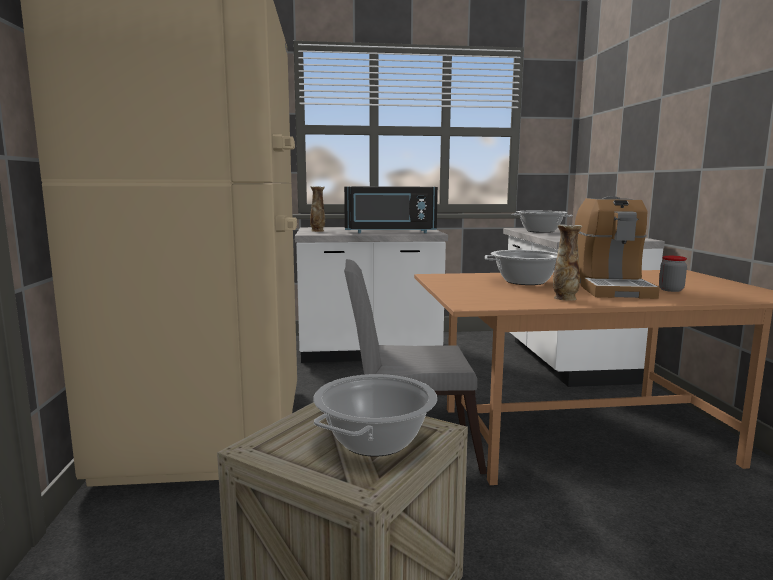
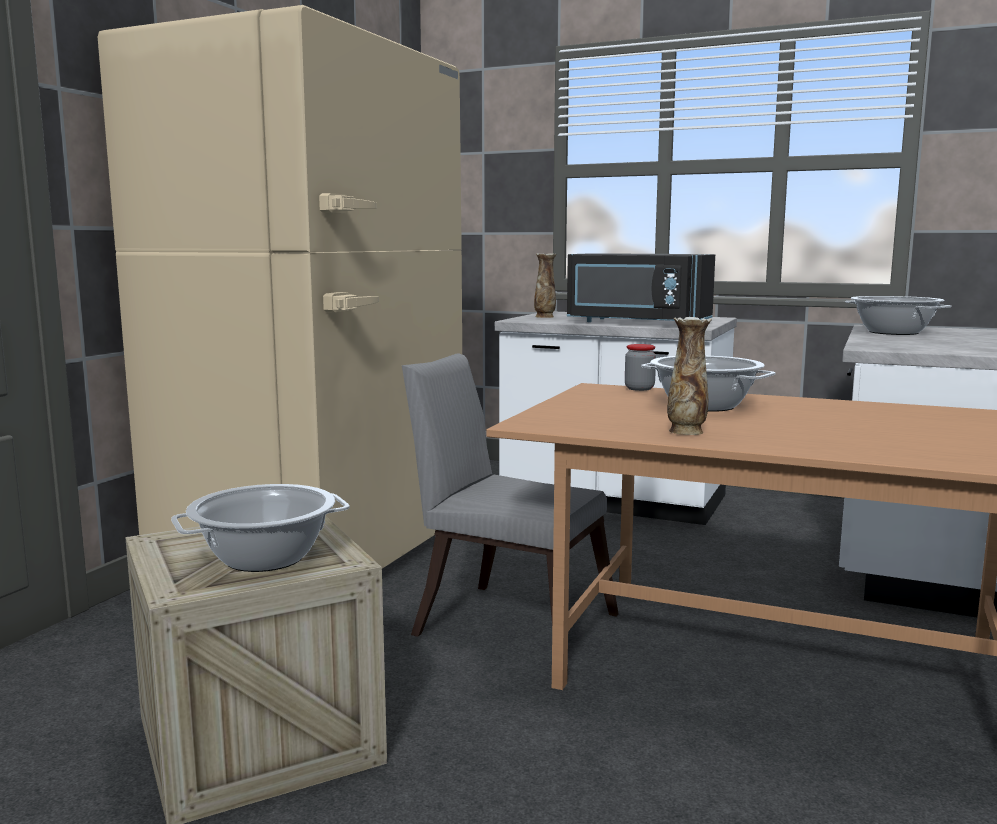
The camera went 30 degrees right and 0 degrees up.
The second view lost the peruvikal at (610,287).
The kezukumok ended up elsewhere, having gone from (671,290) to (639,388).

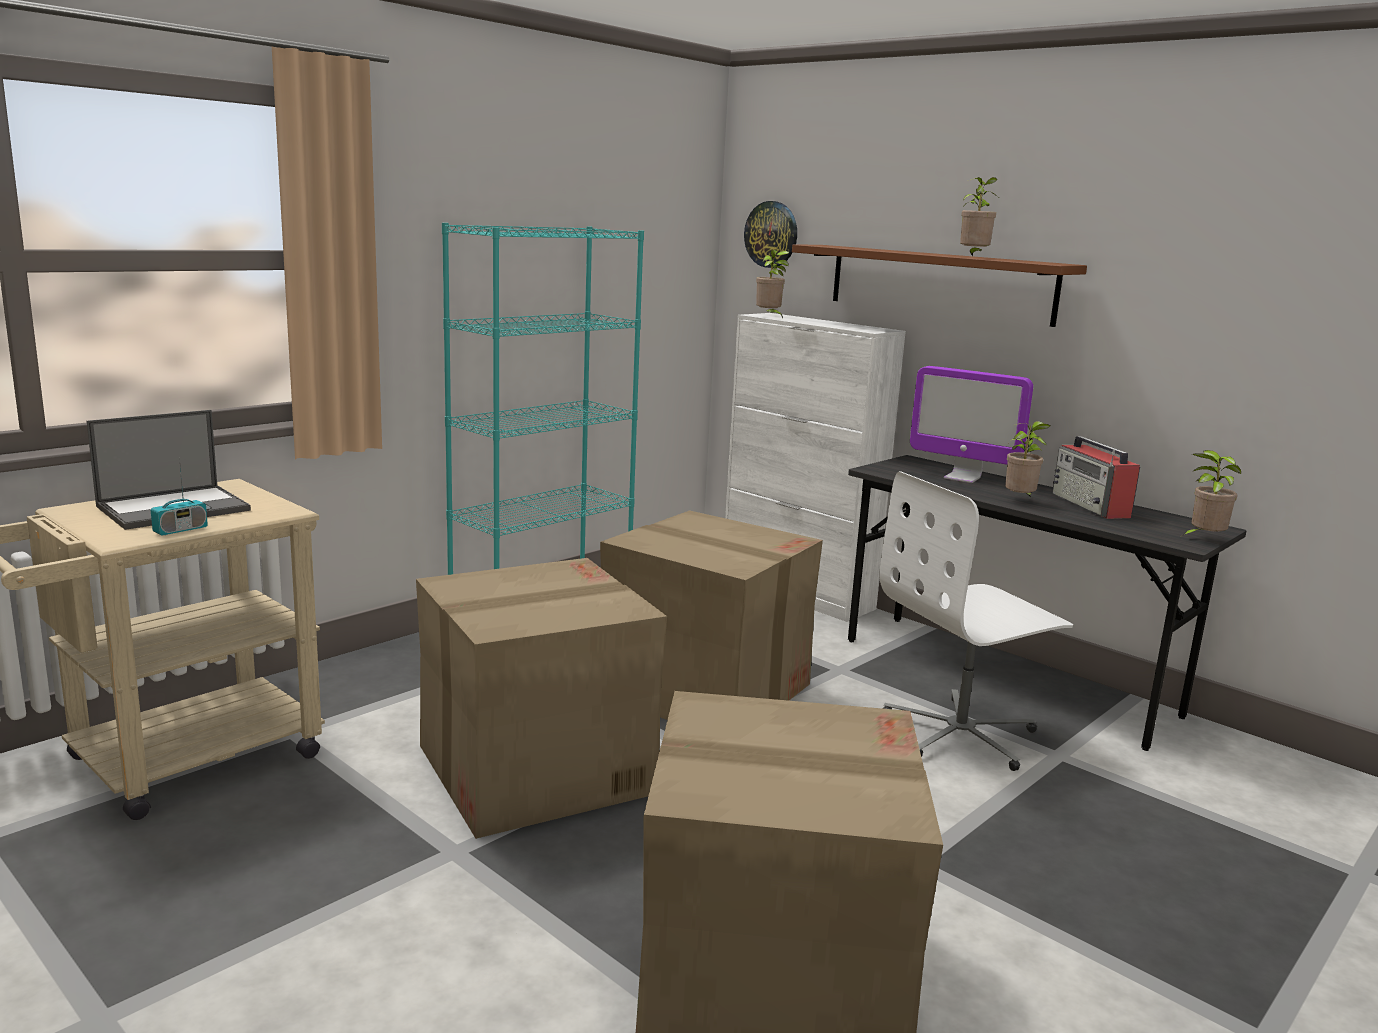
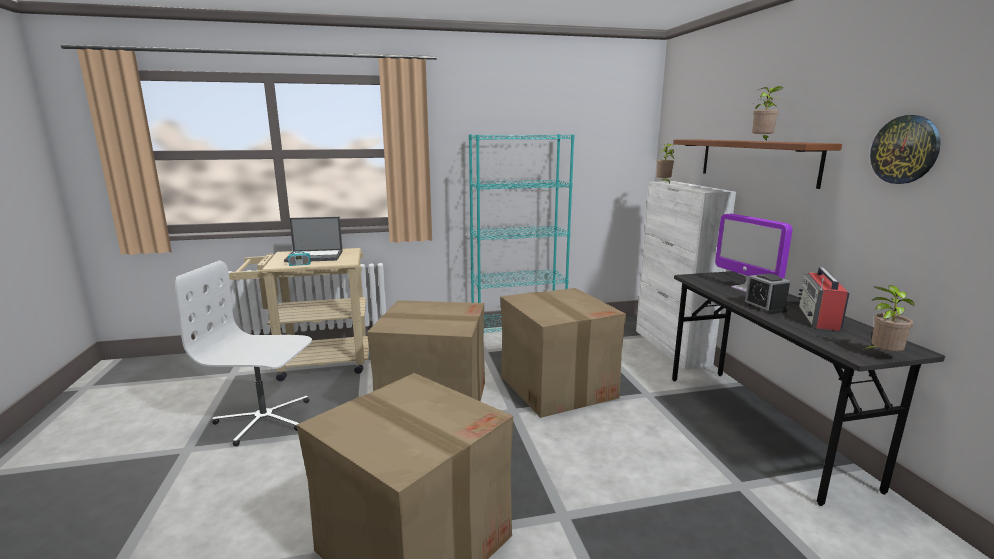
The camera went 35 degrees right and 0 degrees up.
The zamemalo ended up elsewhere, having gone from (771,234) to (905,150).
The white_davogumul ended up elsewhere, having gone from (961,734) to (264,419).
Where the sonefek stood at (1020,500), the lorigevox came to stand at (764,307).

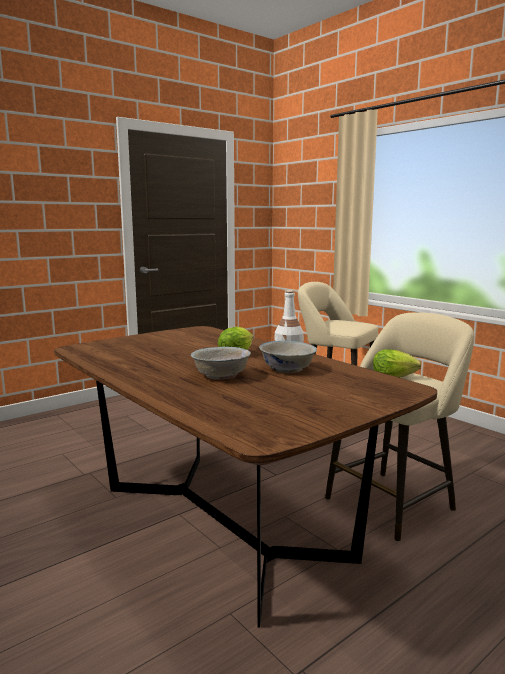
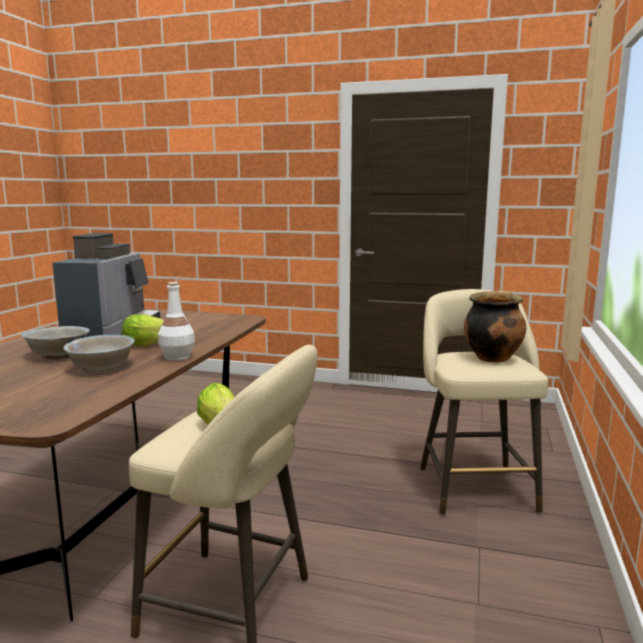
The camera went 55 degrees right and 0 degrees up.
The second view gained the peruvikal at (112,332).
The second view gained the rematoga at (492,358).

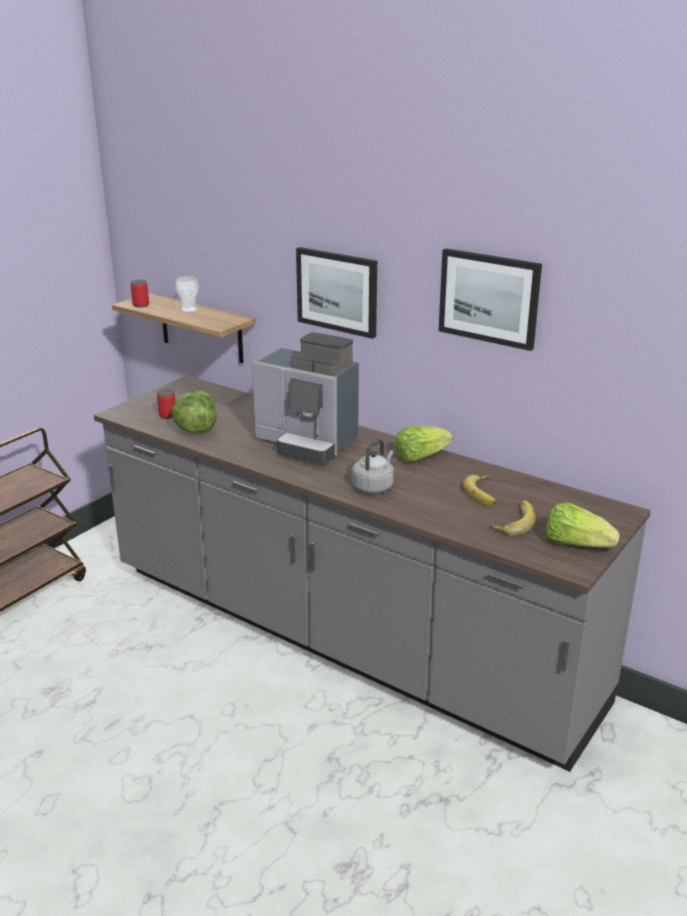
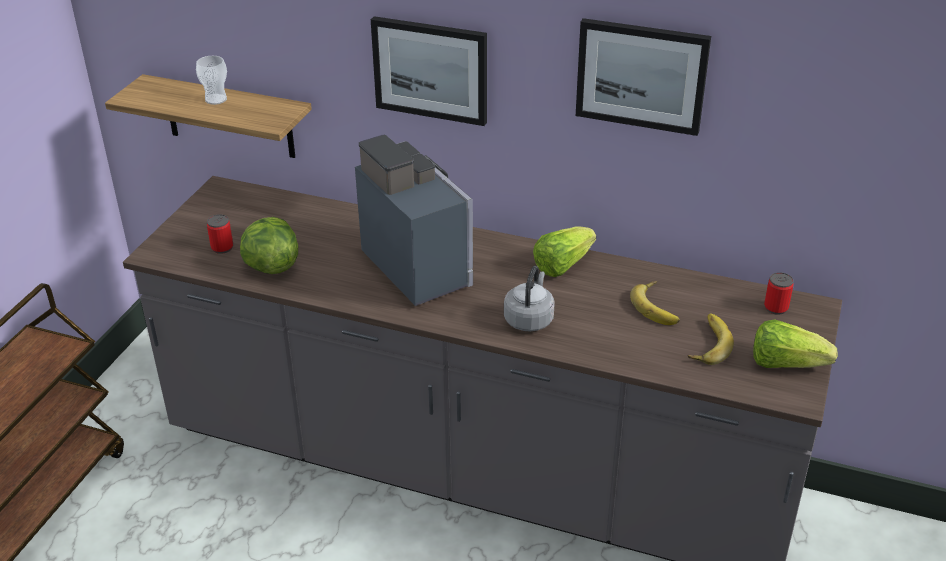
The camera went 15 degrees left and 10 degrees up.
The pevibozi ended up elsewhere, having gone from (141,305) to (776,308).
The peruvikal at (307,443) ended up facing another way, 135 degrees counterclockwise from before.

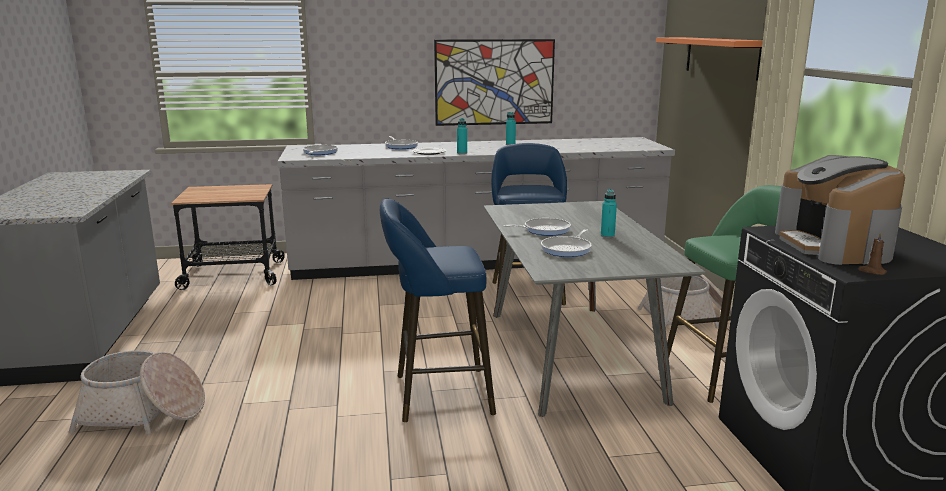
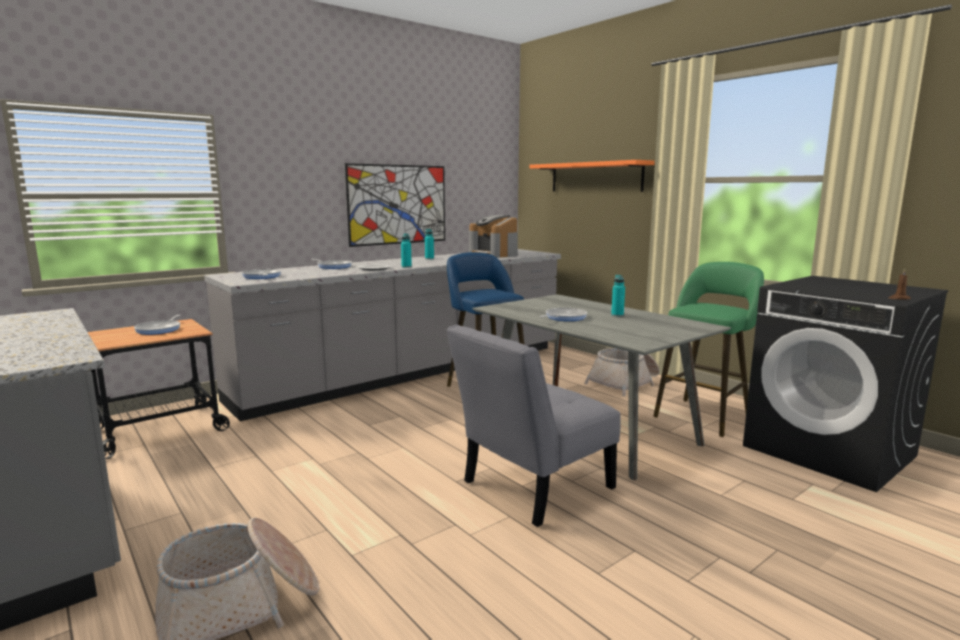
The camera went 30 degrees left and 5 degrees down.
Where the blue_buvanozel stood at (436,395), the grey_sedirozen came to stand at (531,488).
The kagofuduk ended up elsewhere, having gone from (567,249) to (160,329).
The peruvikal ended up elsewhere, having gone from (833,246) to (494,254).

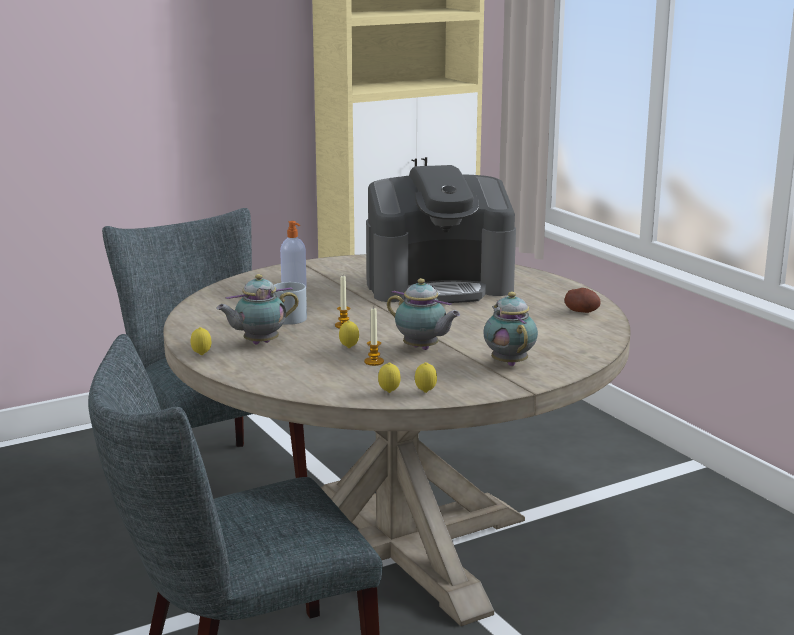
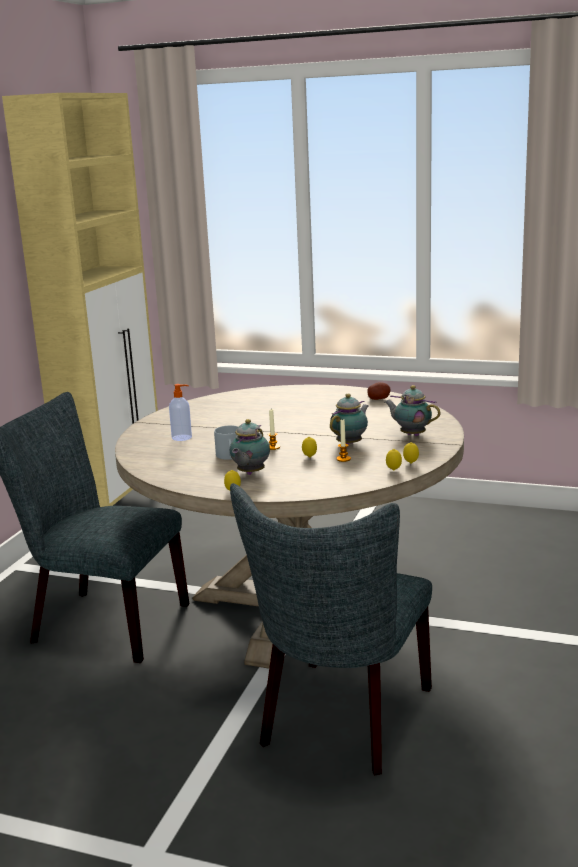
The camera went 40 degrees left and 0 degrees up.
The second view lost the peruvikal at (439,285).
The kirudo at (422,349) ended up facing another way, 45 degrees counterclockwise from before.

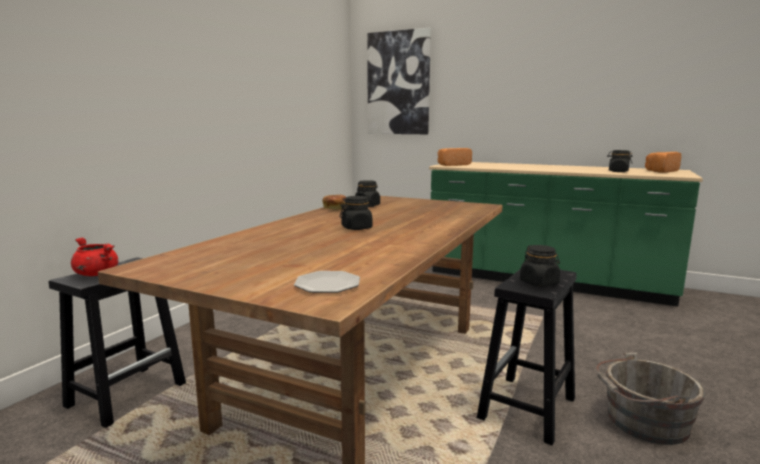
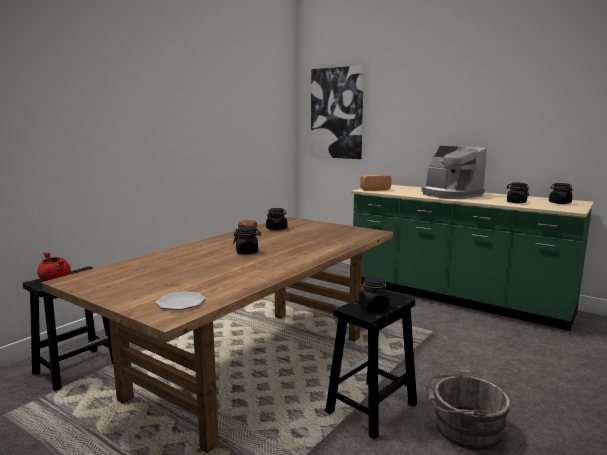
The camera went 10 degrees right and 0 degrees up.
Where the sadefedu stood at (660,171), the black_kezukumok came to stand at (559,203).
The second view gained the peruvikal at (449,194).

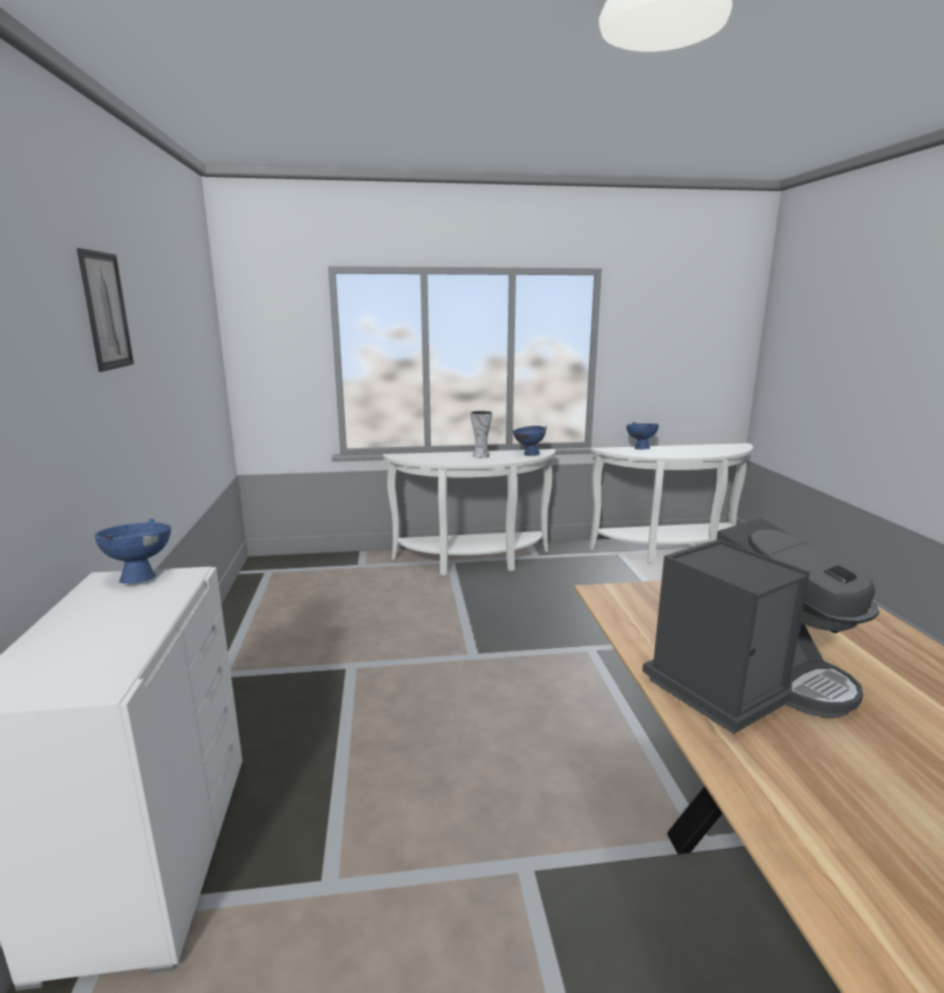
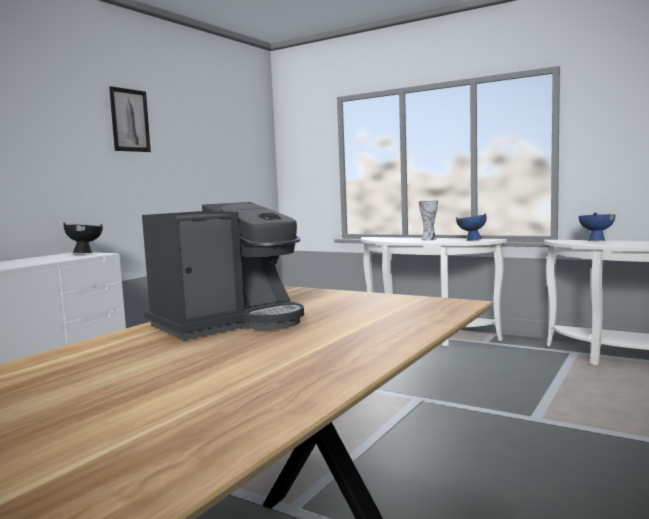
The camera went 40 degrees right and 10 degrees down.
What was the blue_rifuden at (142,576) turned into the black_rifuden at (86,253).
The peruvikal at (747,684) ended up facing another way, 45 degrees counterclockwise from before.

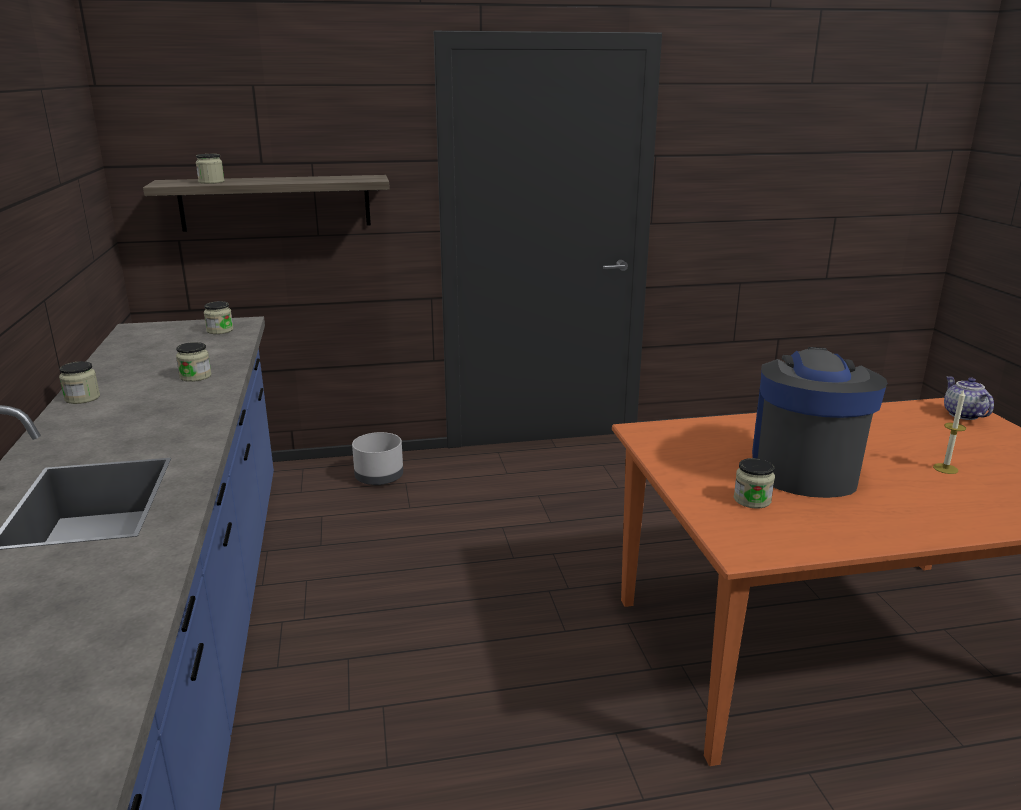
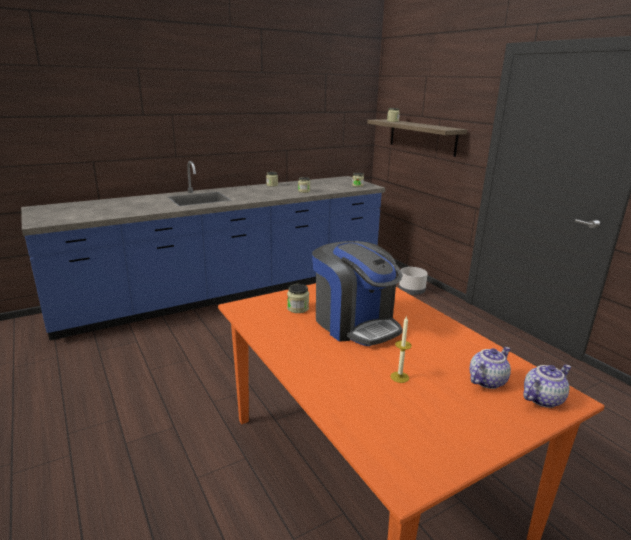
The camera went 70 degrees right and 0 degrees up.
The peruvikal at (804,467) ended up facing another way, 60 degrees clockwise from before.
The second view gained the kirudo at (486,380).

